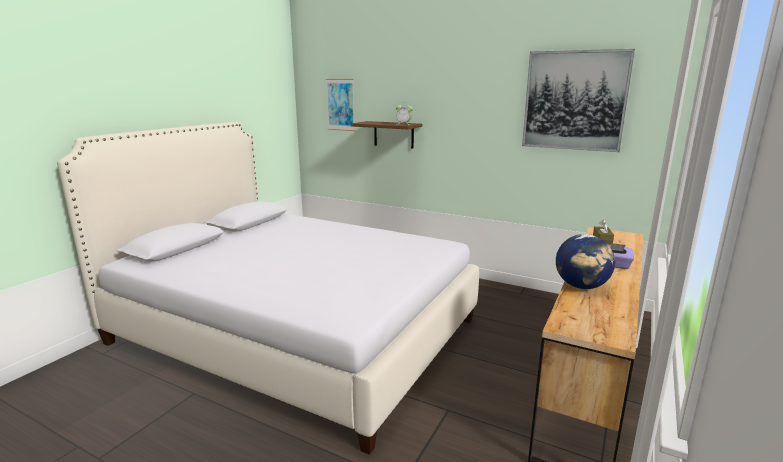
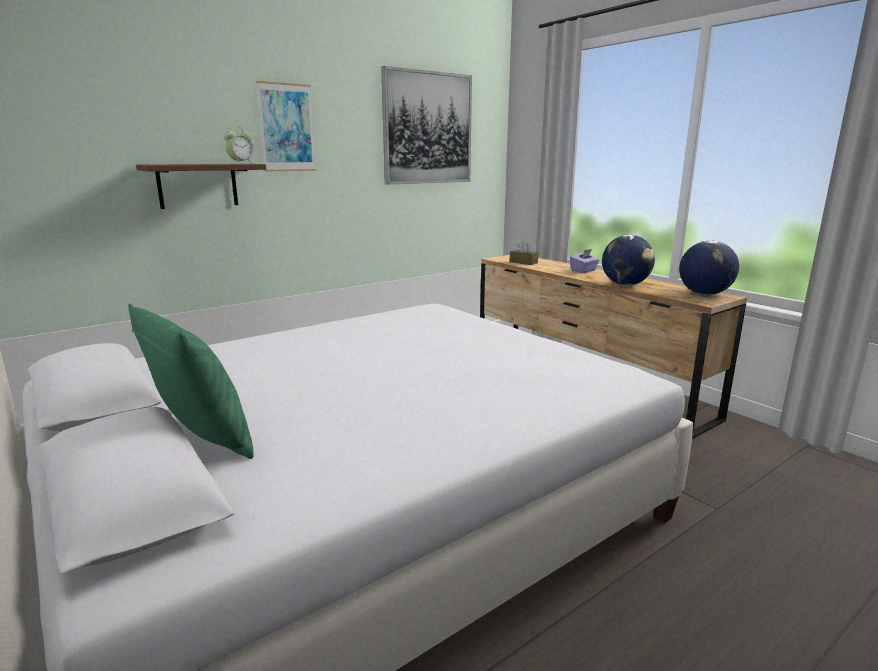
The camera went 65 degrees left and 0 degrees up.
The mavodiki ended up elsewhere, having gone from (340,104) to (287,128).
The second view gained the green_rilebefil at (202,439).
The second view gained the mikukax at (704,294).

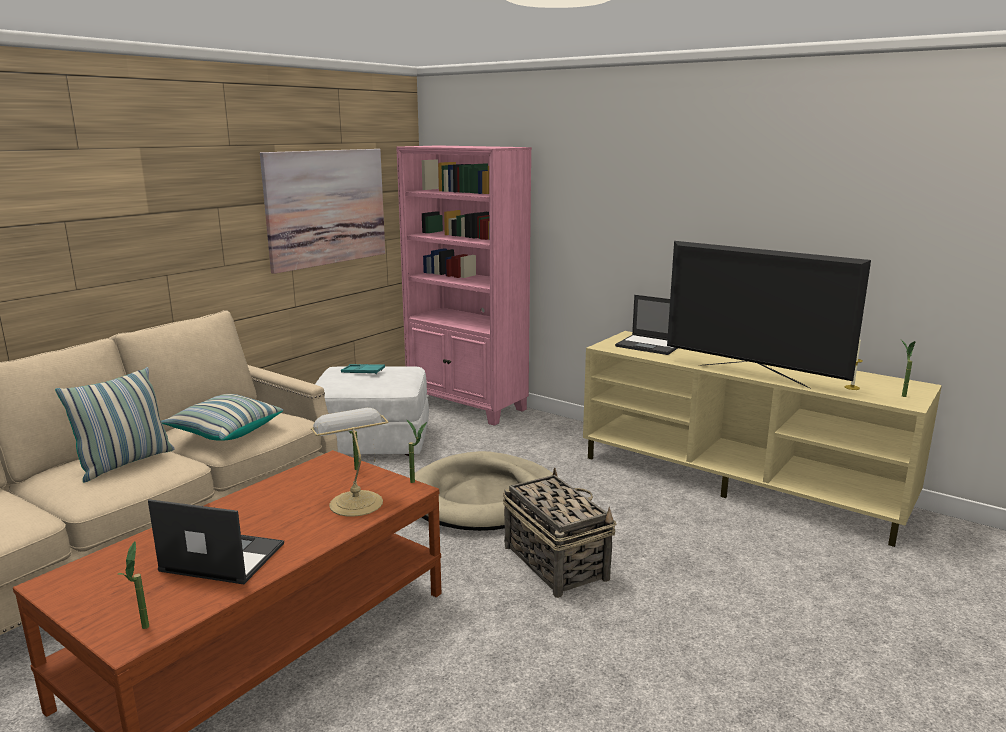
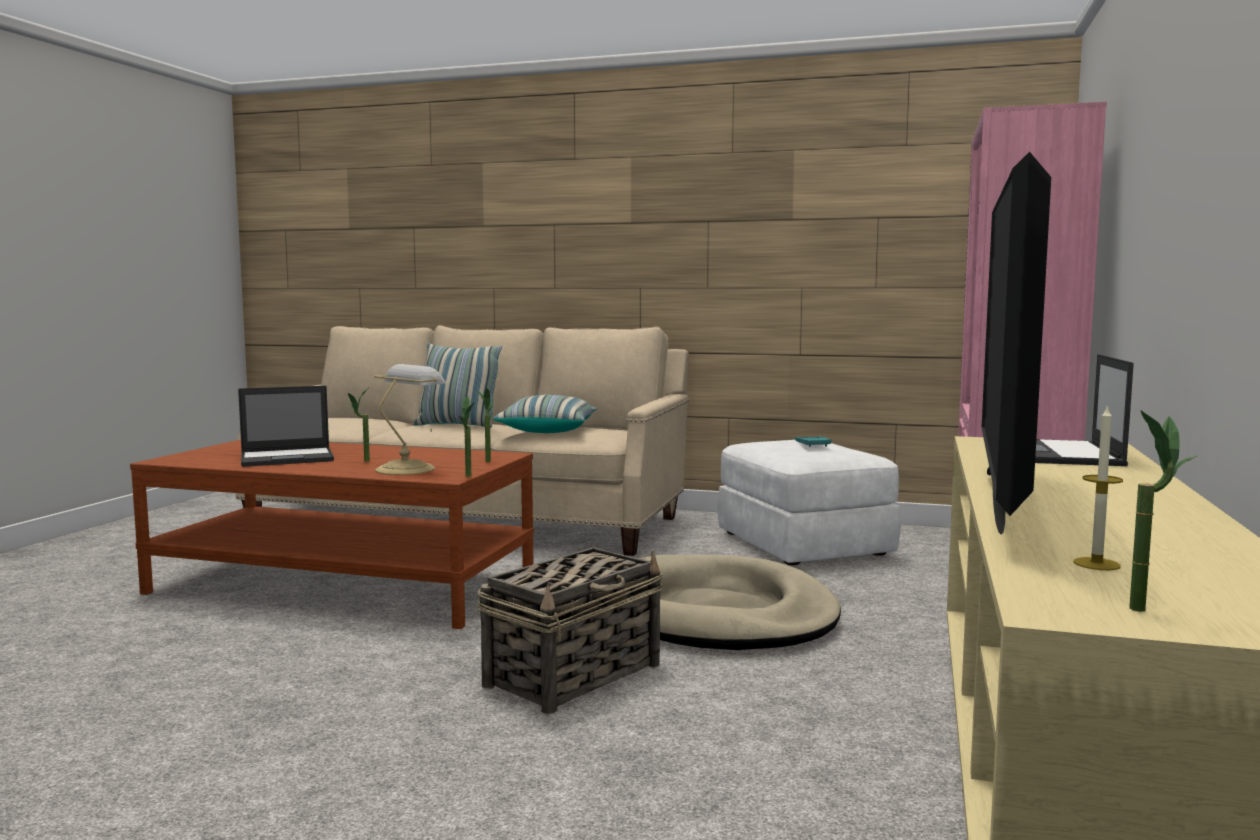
The camera went 70 degrees right and 10 degrees down.
The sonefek ended up elsewhere, having gone from (144,631) to (361,461).
The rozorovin at (221,557) ended up facing another way, 75 degrees clockwise from before.
The second view lost the mavodiki at (326,207).

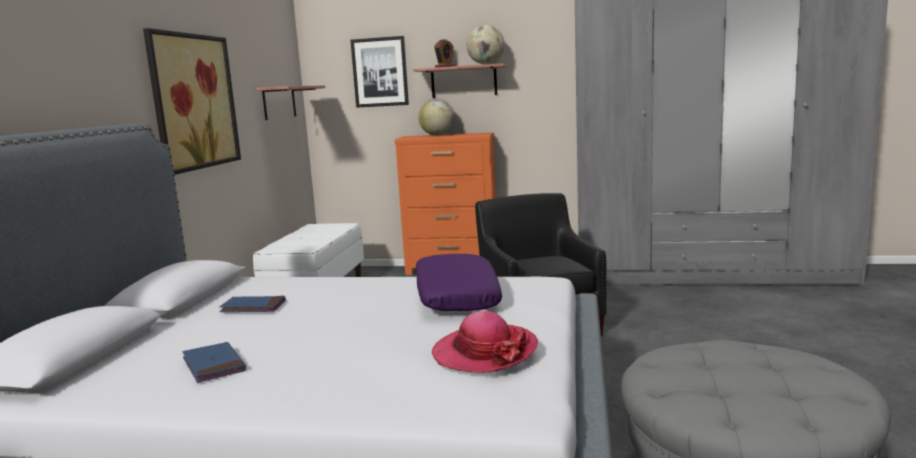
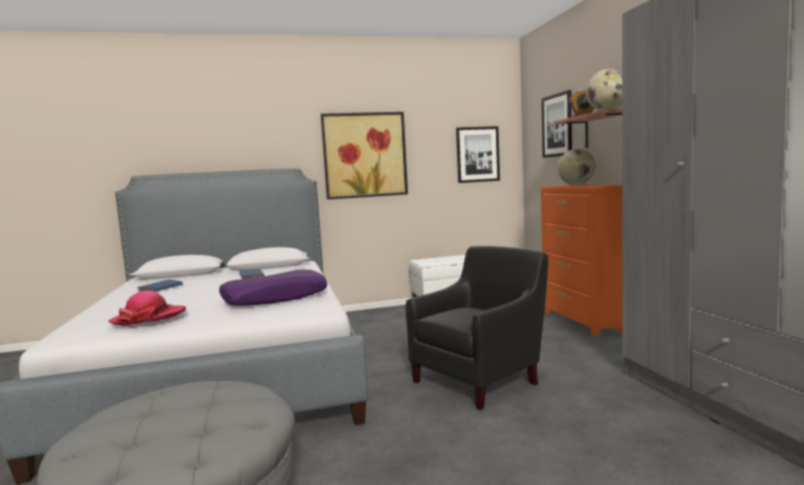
The camera went 65 degrees right and 5 degrees down.
Where the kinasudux hung at (279,102), the mavodiki came to hang at (477,154).

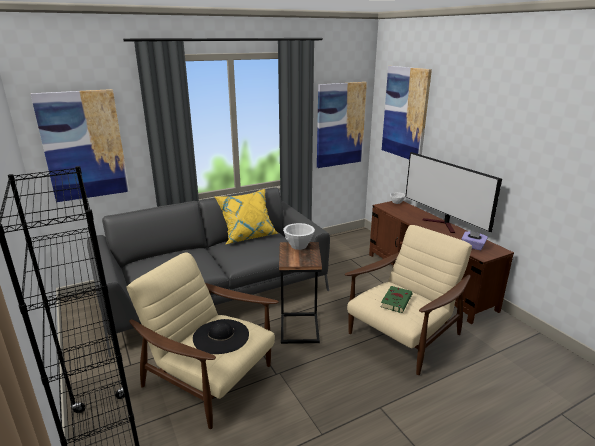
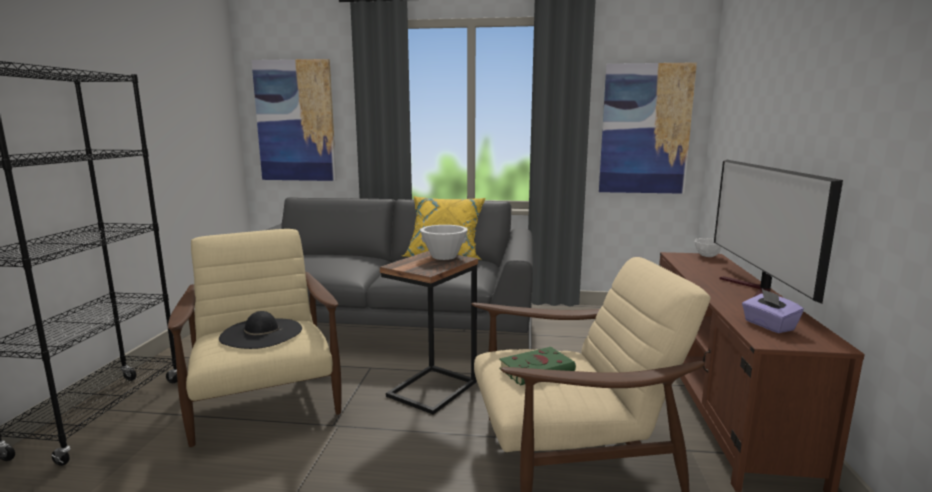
The camera went 35 degrees right and 10 degrees down.
The second view lost the mavodiki at (405,113).

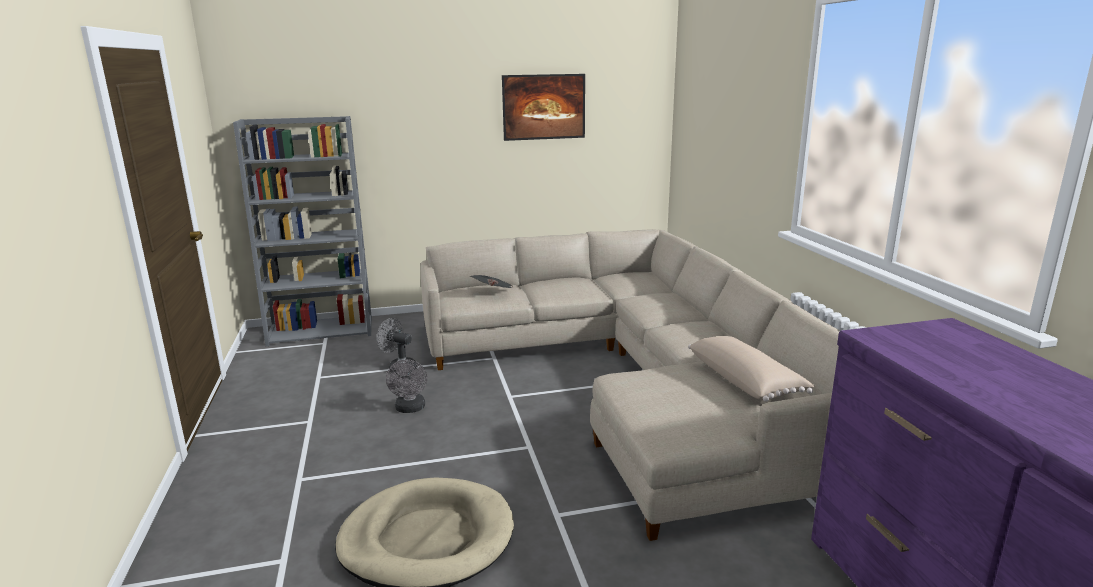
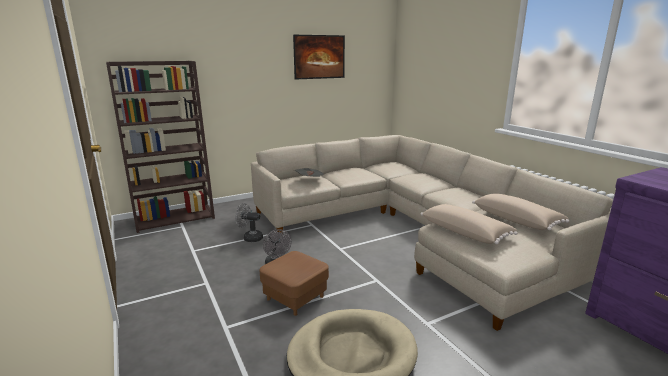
The camera went 15 degrees left and 0 degrees up.
What was the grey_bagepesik at (322,330) turned into the brown_bagepesik at (175,218).
The second view gained the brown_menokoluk at (295,297).
The second view gained the beige_rilebefil at (465,232).

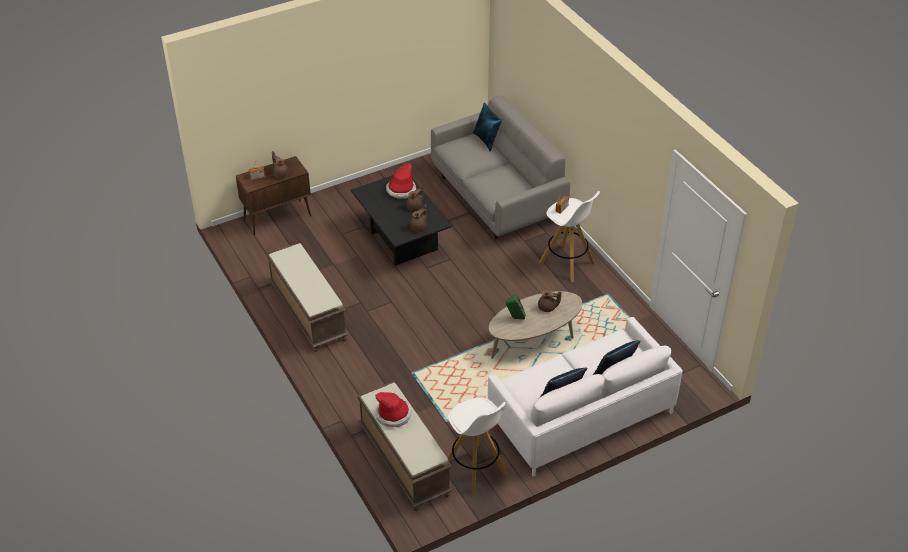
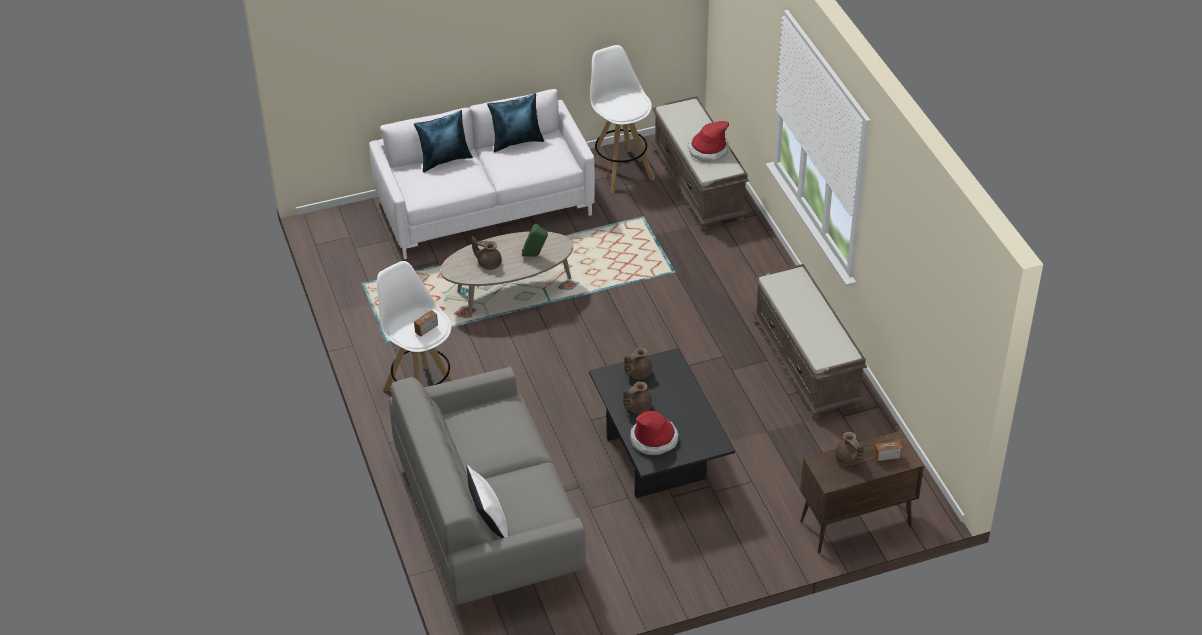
The camera went 170 degrees left and 0 degrees up.
What was the blue_rilebefil at (487,140) turned into the white_rilebefil at (488,523).

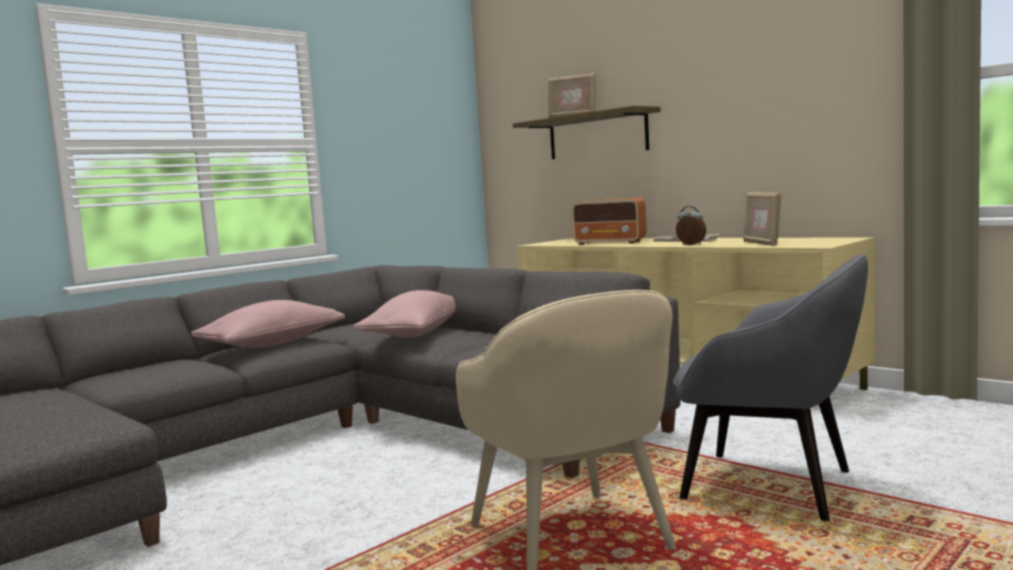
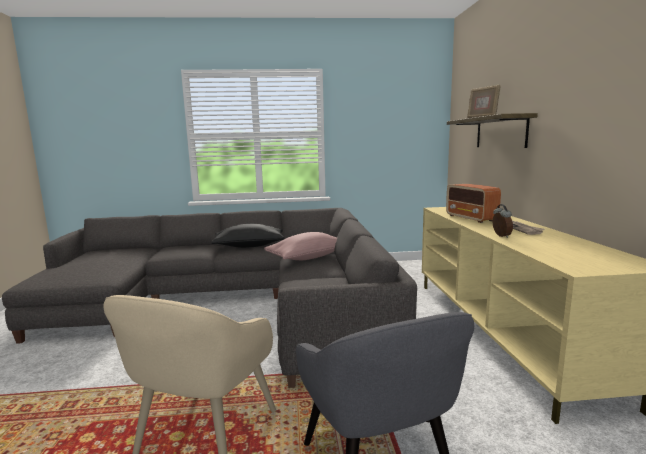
The camera went 40 degrees right and 5 degrees up.
What was the pink_rilebefil at (272,344) turned into the black_rilebefil at (249,246).
The second view lost the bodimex at (761,244).

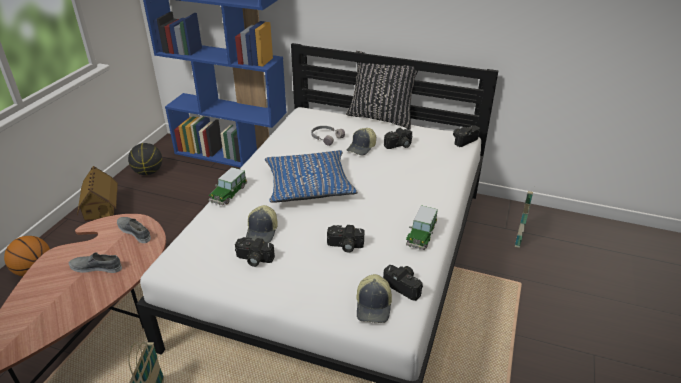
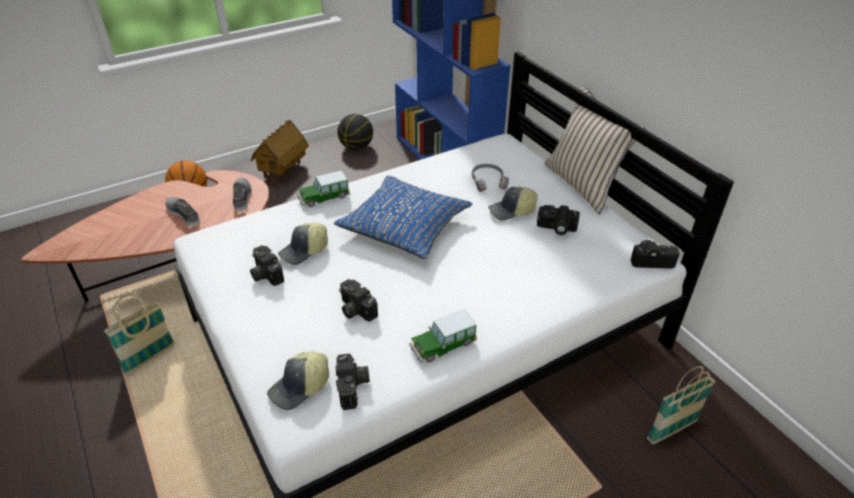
The camera went 40 degrees right and 5 degrees up.
What was the black_rilebefil at (381,117) turned into the beige_rilebefil at (583,184).

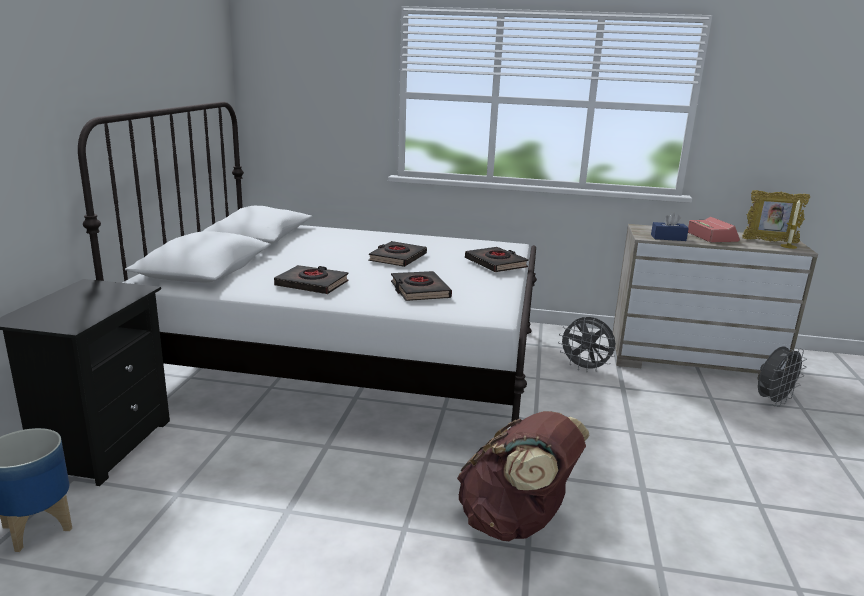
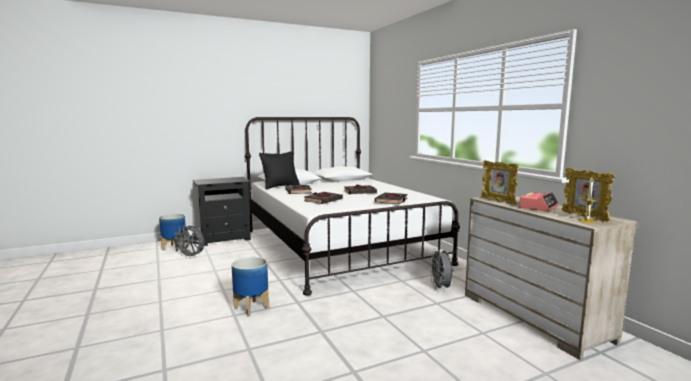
The camera went 55 degrees right and 10 degrees down.
Where the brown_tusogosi stood at (516,523), the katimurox came to stand at (251,308).
Where the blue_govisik stood at (668,238), the bodimex came to stand at (498,201).
The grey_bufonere ended up elsewhere, having gone from (773,401) to (191,256).
The second view gained the black_rilebefil at (280,186).

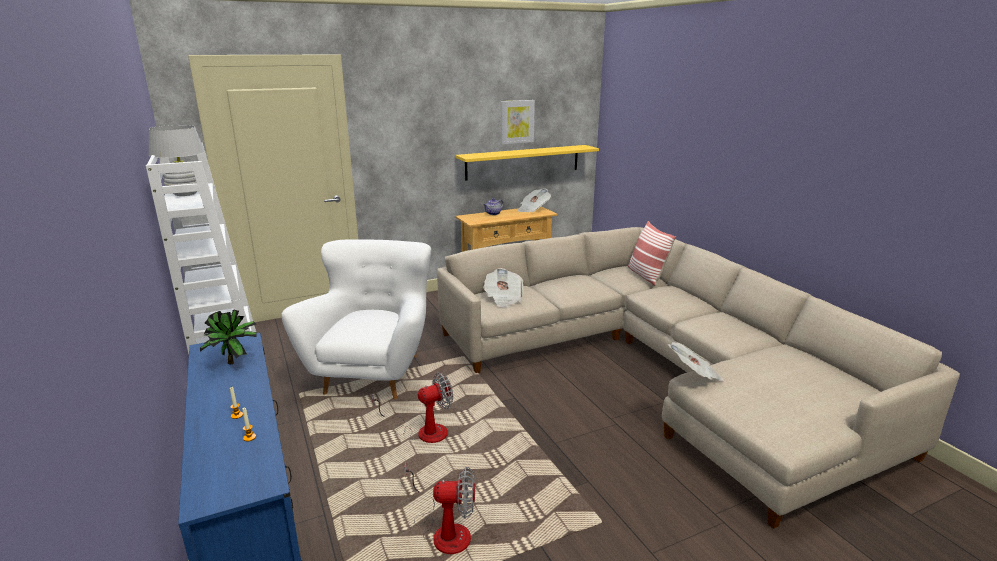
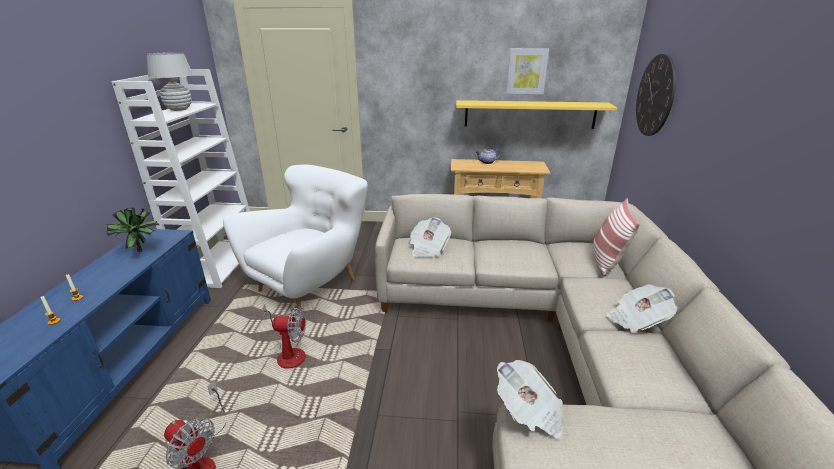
The camera went 30 degrees right and 5 degrees up.
The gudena ended up elsewhere, having gone from (533,209) to (636,320).
The second view gained the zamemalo at (655,96).

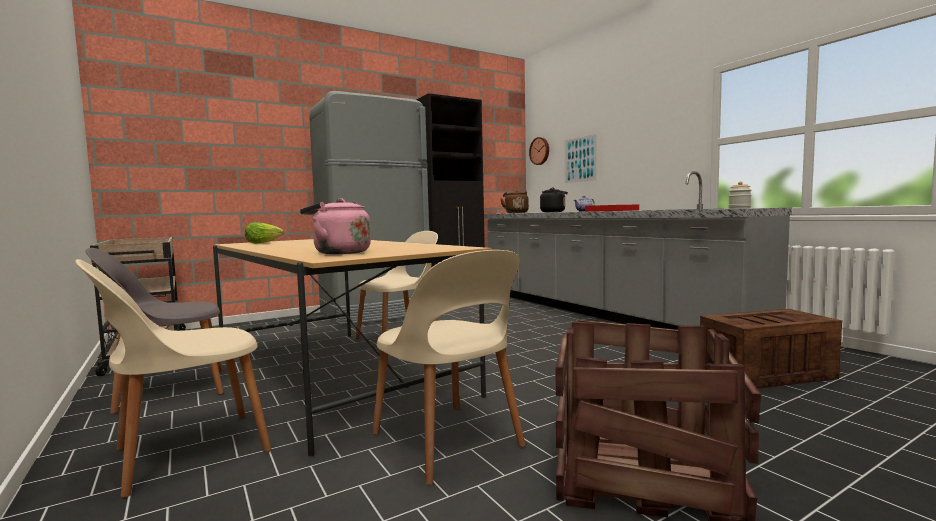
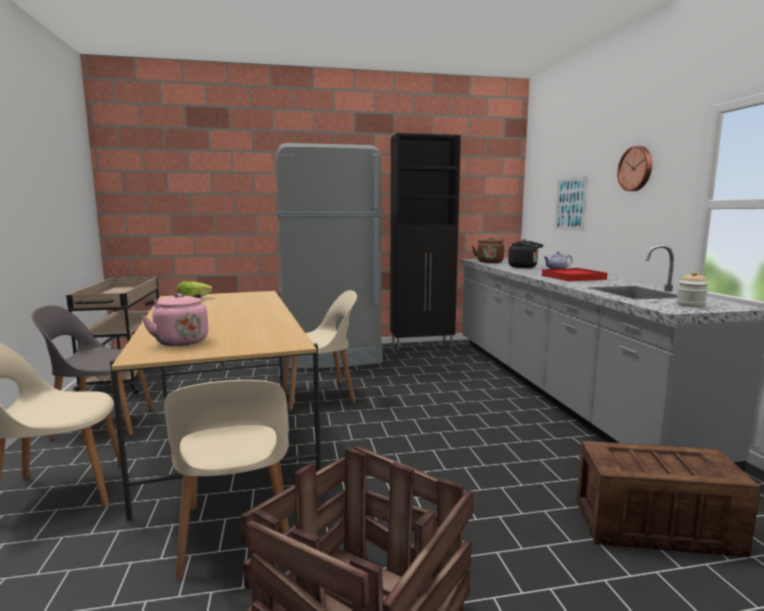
The camera went 20 degrees right and 5 degrees up.
The zamemalo ended up elsewhere, having gone from (540,151) to (636,168).

